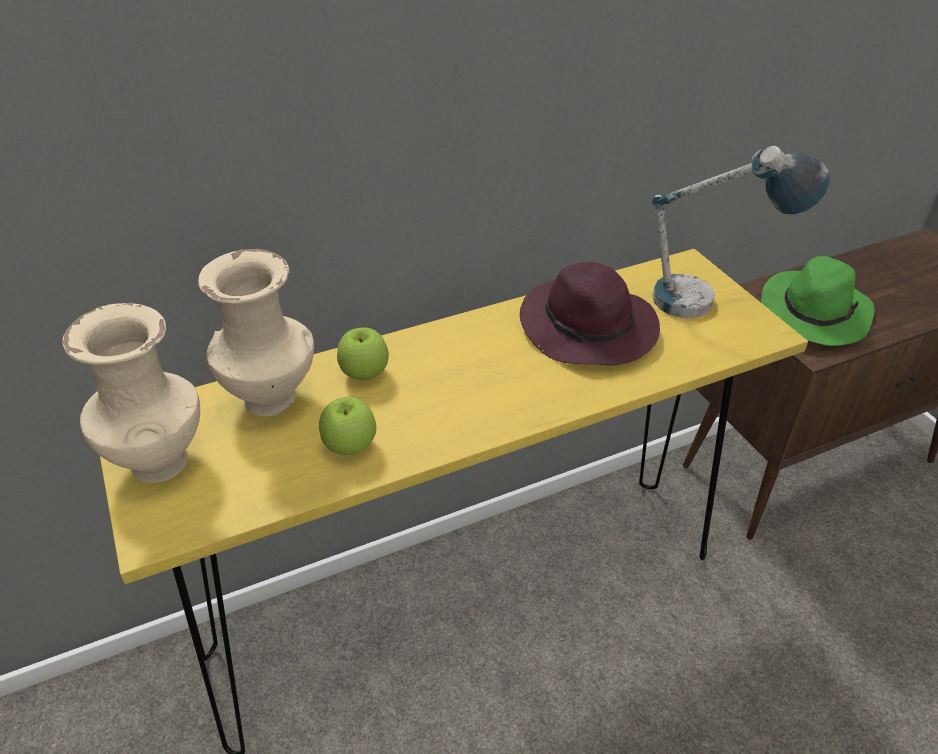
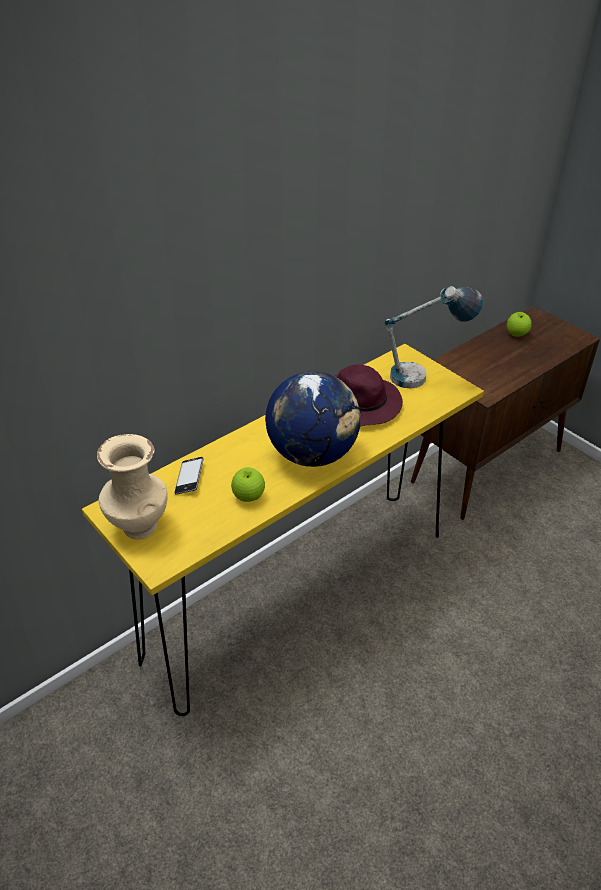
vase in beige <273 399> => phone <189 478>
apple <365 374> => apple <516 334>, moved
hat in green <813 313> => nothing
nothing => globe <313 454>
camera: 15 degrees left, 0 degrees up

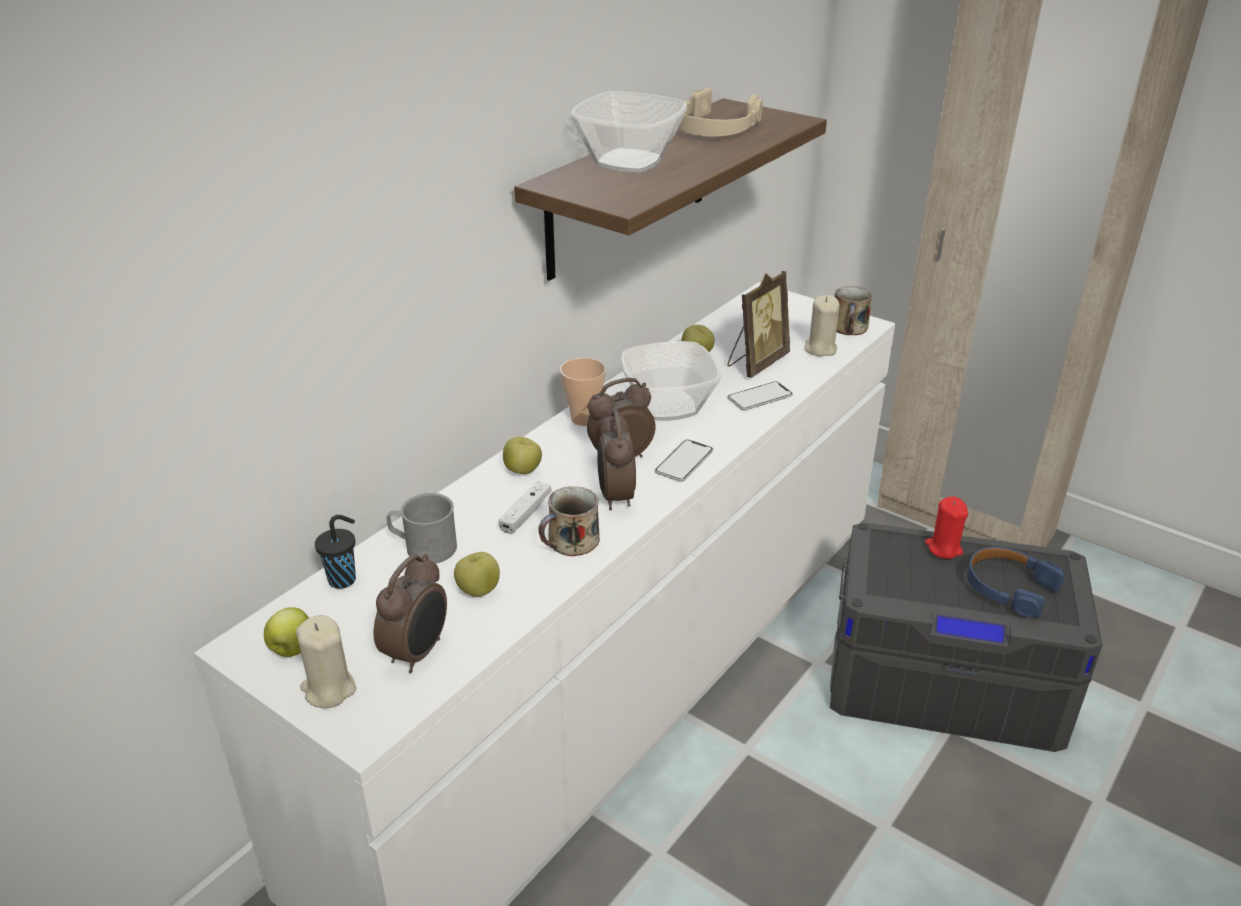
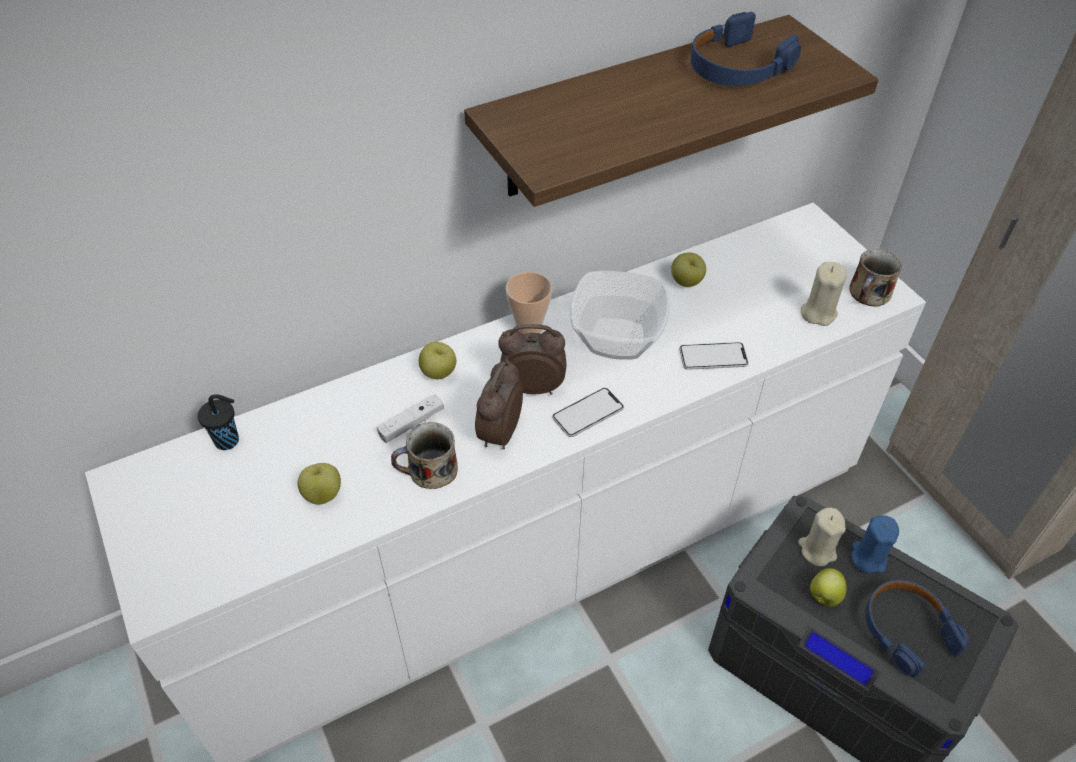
apple <291 649> => apple <824 596>, moved
candle in beige <328 689> => candle in beige <817 550>, moved
alarm clock <418 652> => nothing
mug in grey <423 547> => nothing
bowl <628 161> => nothing
headphones in beige <715 129> => headphones in blue <737 66>
picture frame <756 363> => nothing
candle in red <943 548> => candle in blue <868 557>
camera: 25 degrees right, 15 degrees up

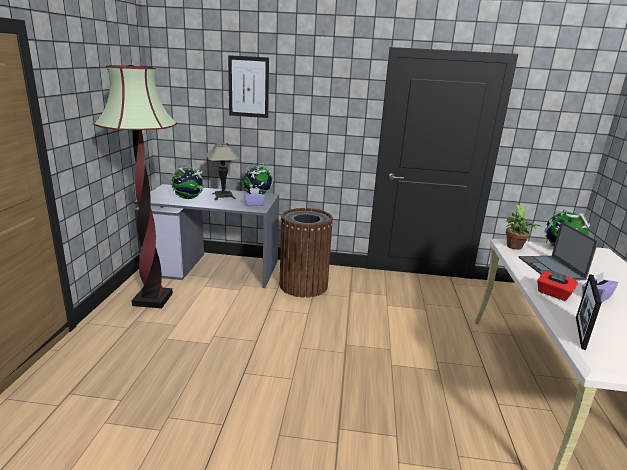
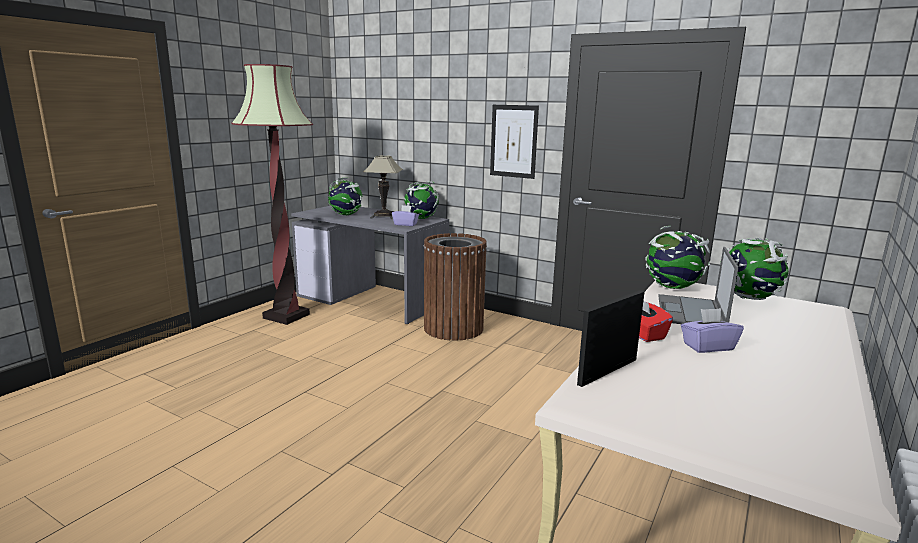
picture <248 87> => picture <513 141>, moved
potted plant <515 247> => globe <672 287>
camera: 25 degrees right, 5 degrees down

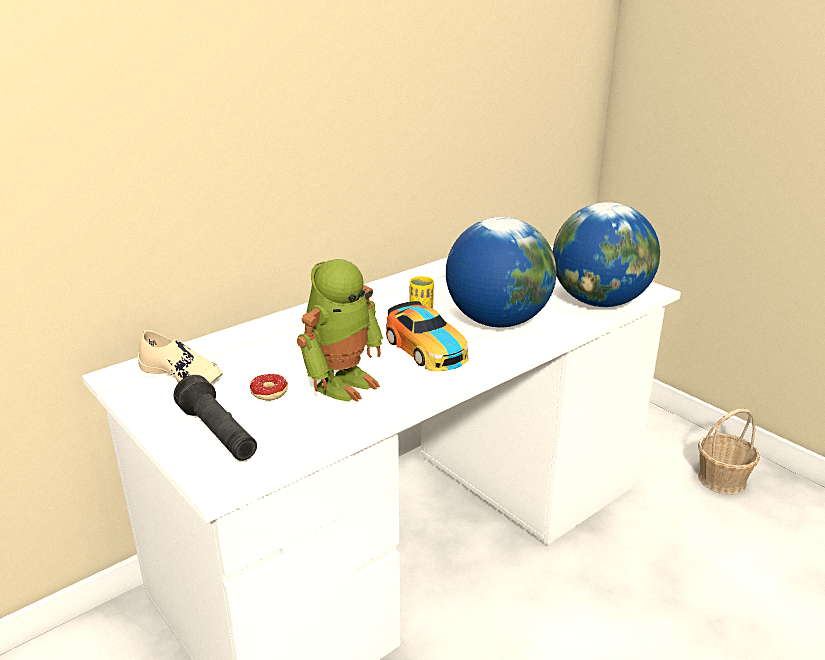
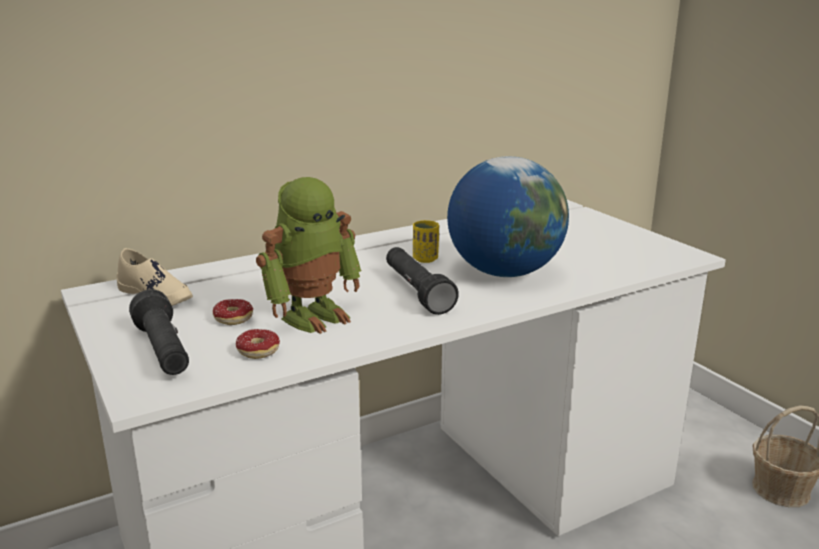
toy car <427 348> => flashlight in black <417 292>
globe <599 302> => nothing
nothing => donut <250 352>
camera: 10 degrees right, 5 degrees down

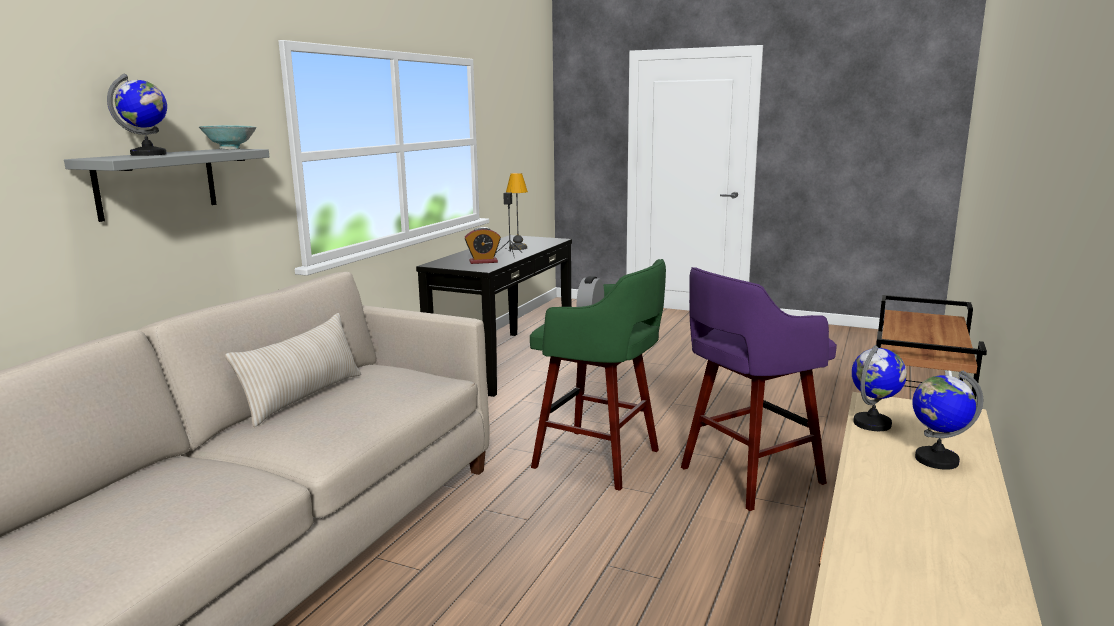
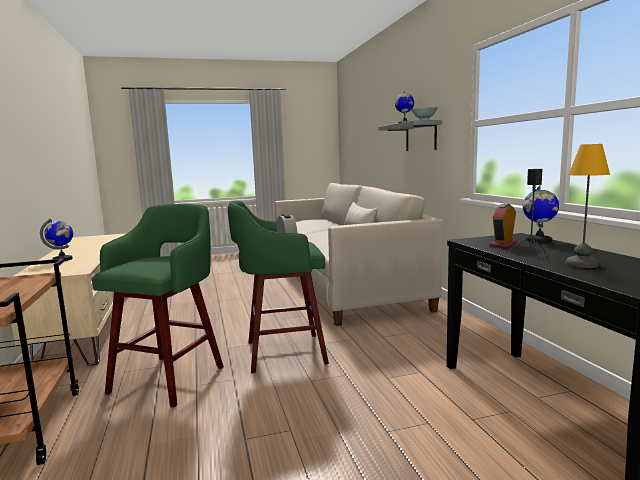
stool in purple <747 476> => stool in green <170 378>
globe <872 424> => globe <539 241>, moved
camera: 140 degrees right, 5 degrees down

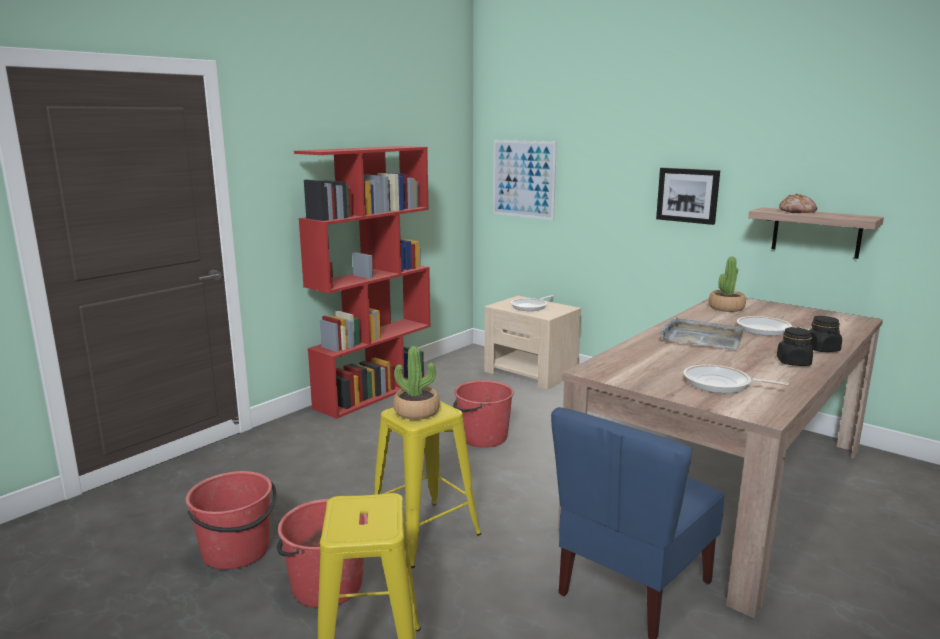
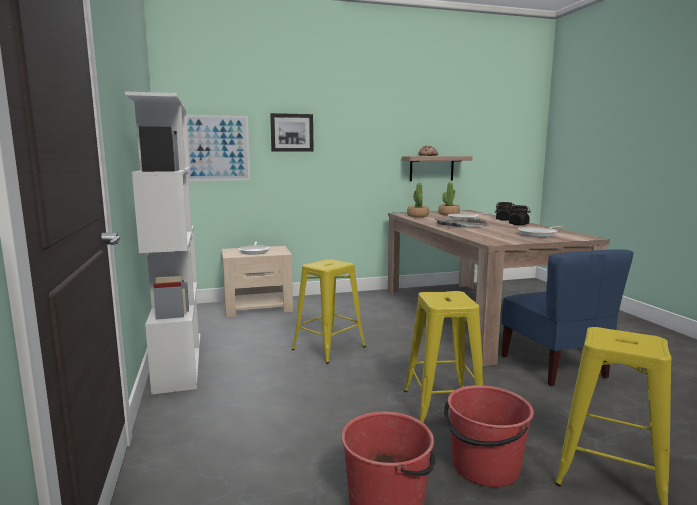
bookcase in red <374 392> => bookcase in white <178 360>
potted plant <416 412> => potted plant <448 214>, moved
bucket in red <482 437> => stool in yellow <329 348>
picture <688 195> => picture <291 132>, moved
camera: 55 degrees left, 5 degrees down

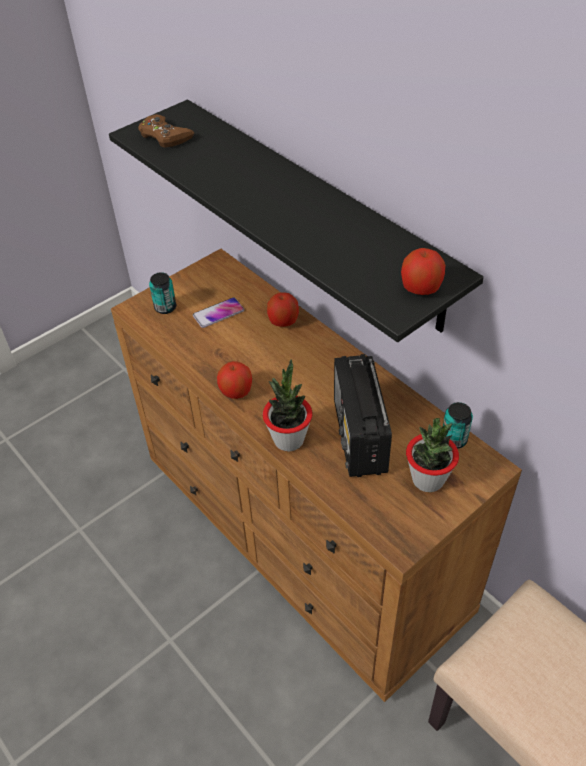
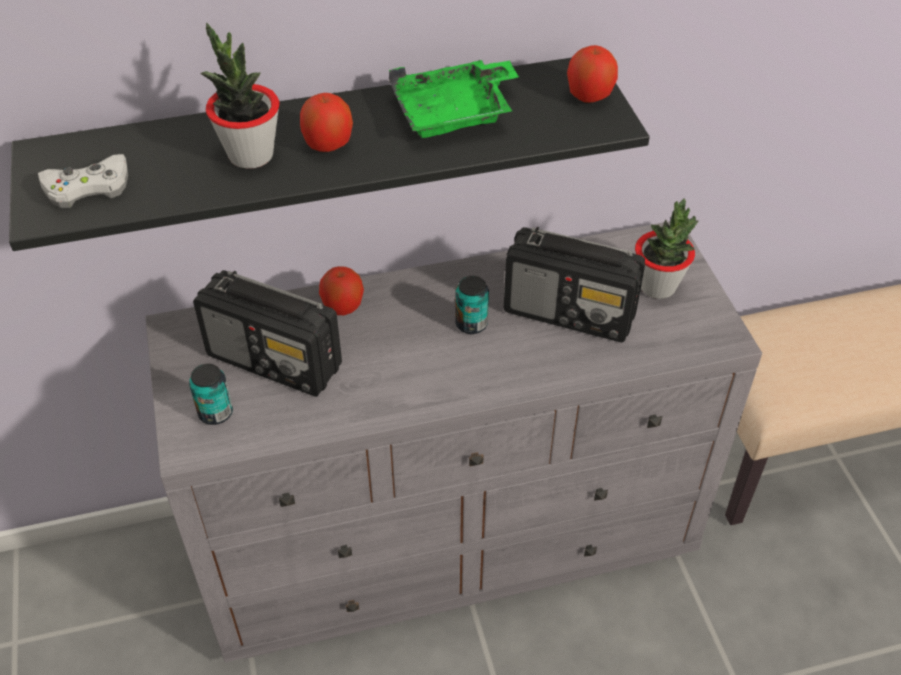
dresser in brown <303 536> => dresser in grey <453 538>
game controller in brown <165 136> => game controller in white <87 188>
phone <218 313> => radio <275 361>
apple <236 392> => apple <328 145>, moved
potted plant <288 439> => potted plant <250 155>, moved
can <454 439> => can <471 324>, moved
nothing => tray in green <454 113>
camera: 65 degrees left, 0 degrees up

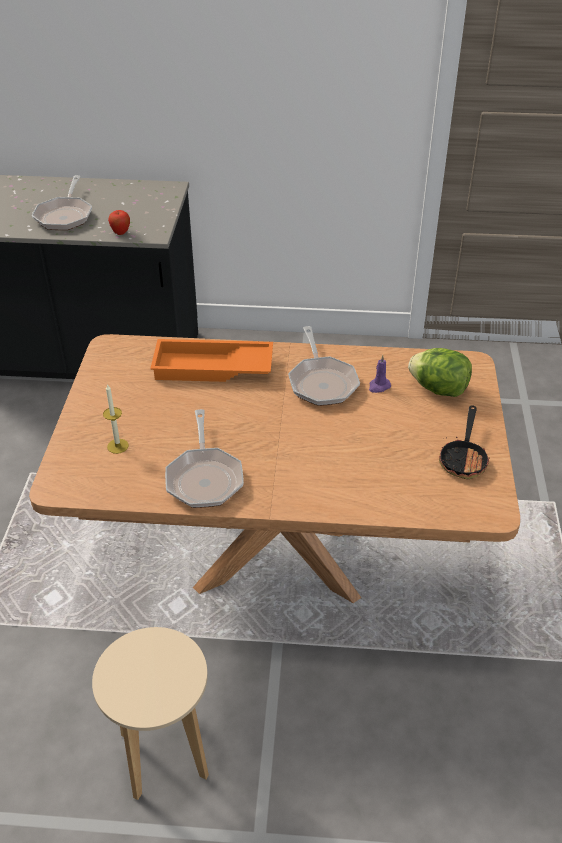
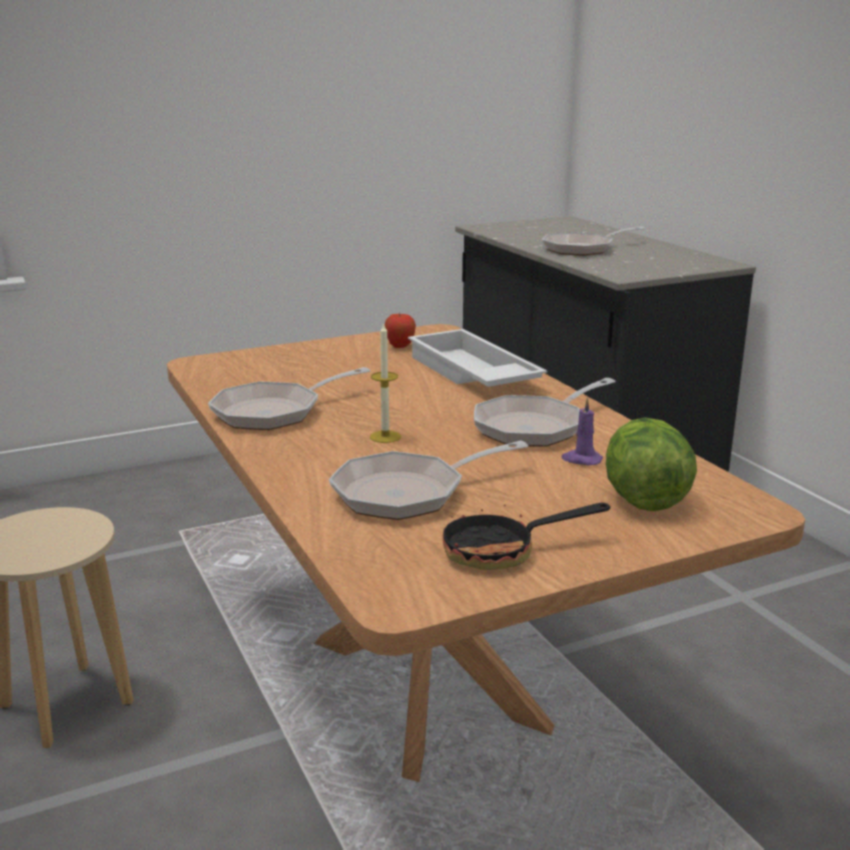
candle <118 446> => candle <385 436>, moved
apple <121 233> => apple <400 347>, moved
tray in orange <212 368> => tray in white <470 374>
nothing => frying pan <408 493>
camera: 60 degrees right, 20 degrees down

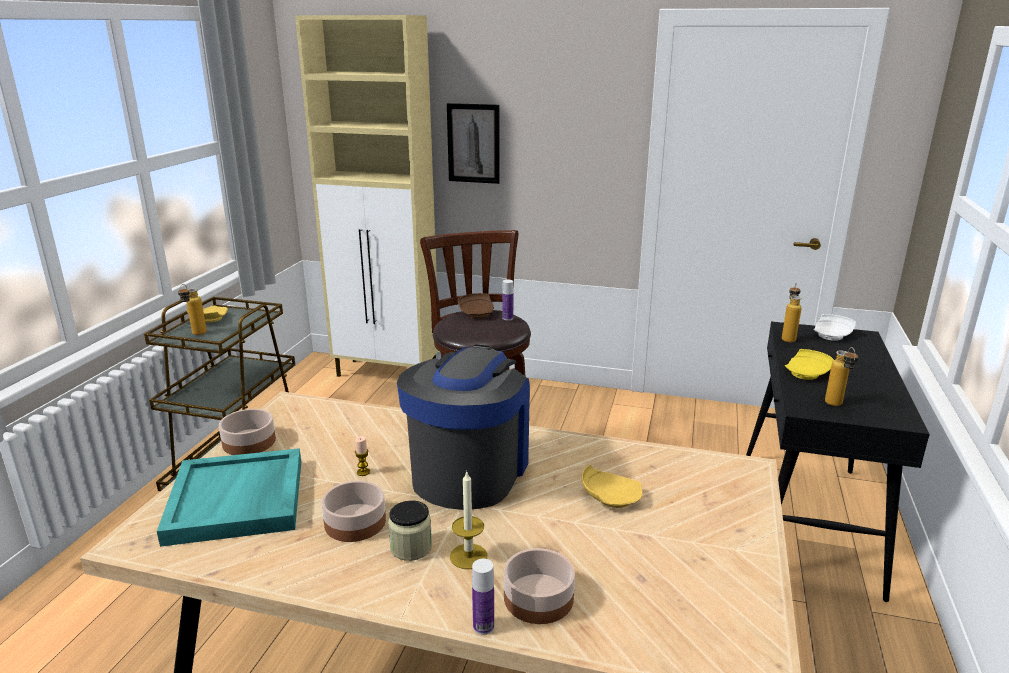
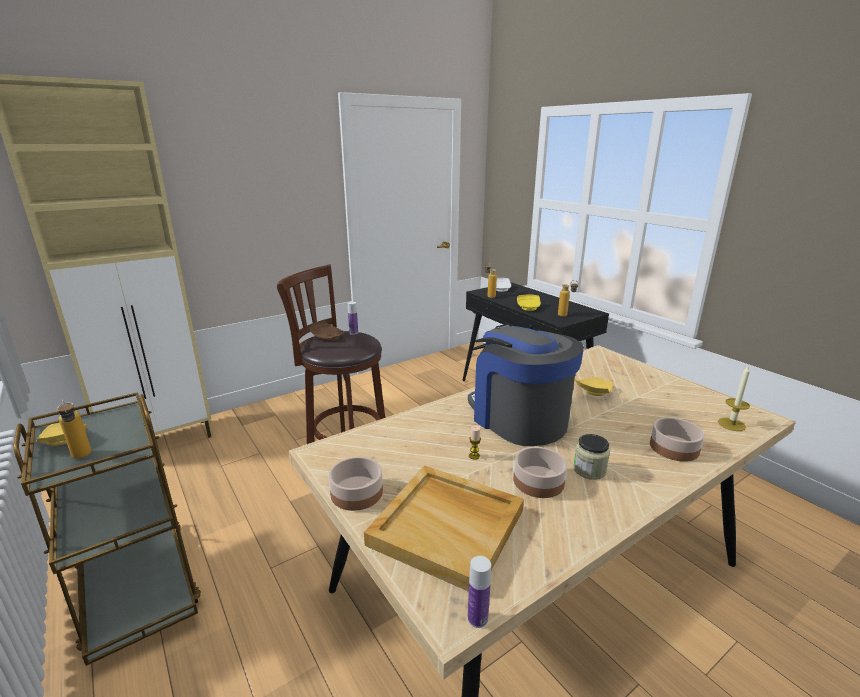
tray in turquoise <238 500> => tray in beige <448 527>
picture <473 143> => nothing
candle <468 556> => candle <731 424>, moved
bottle <483 626> => bottle <477 618>, moved
camera: 50 degrees left, 0 degrees up

